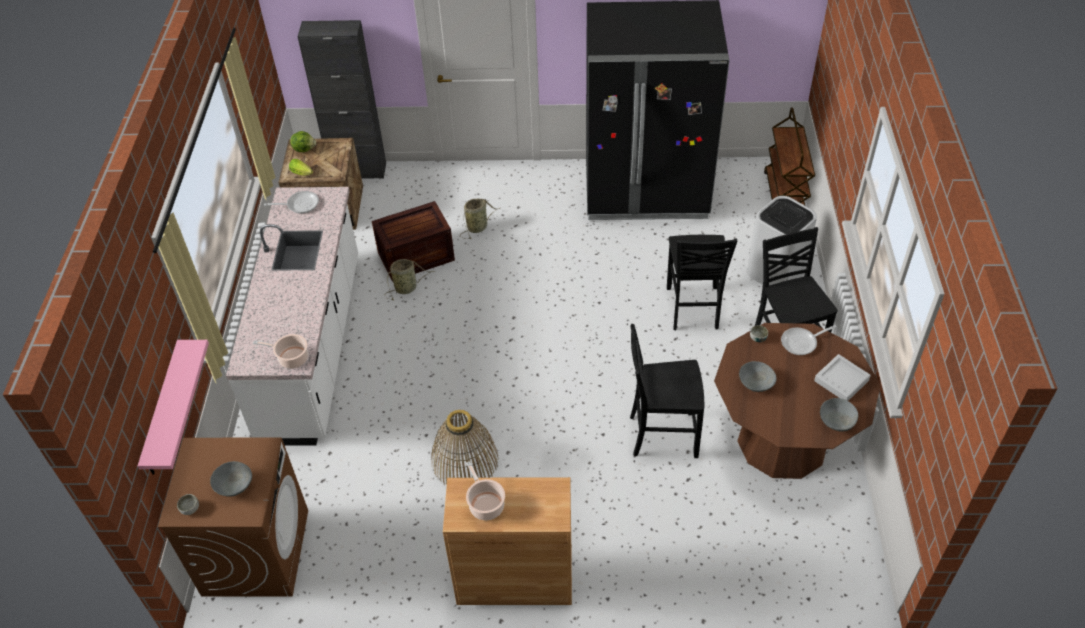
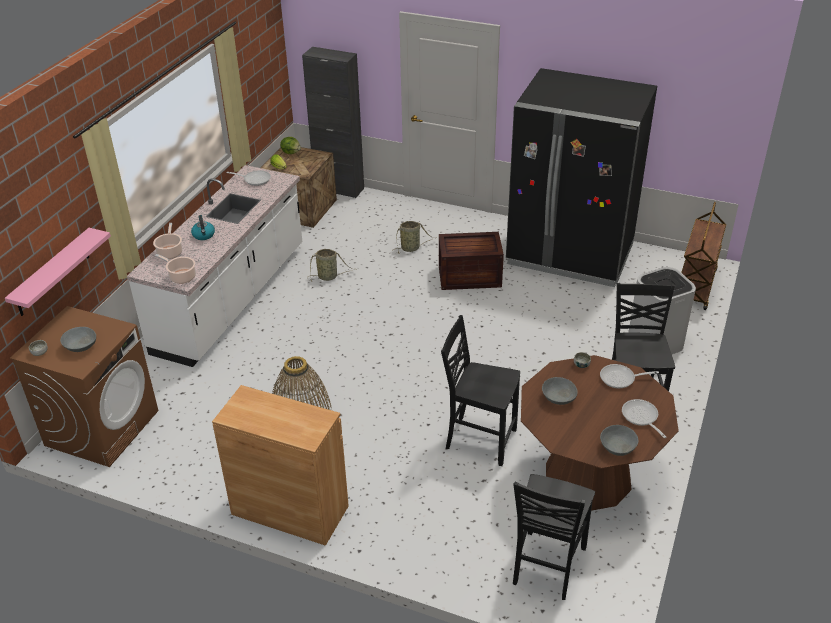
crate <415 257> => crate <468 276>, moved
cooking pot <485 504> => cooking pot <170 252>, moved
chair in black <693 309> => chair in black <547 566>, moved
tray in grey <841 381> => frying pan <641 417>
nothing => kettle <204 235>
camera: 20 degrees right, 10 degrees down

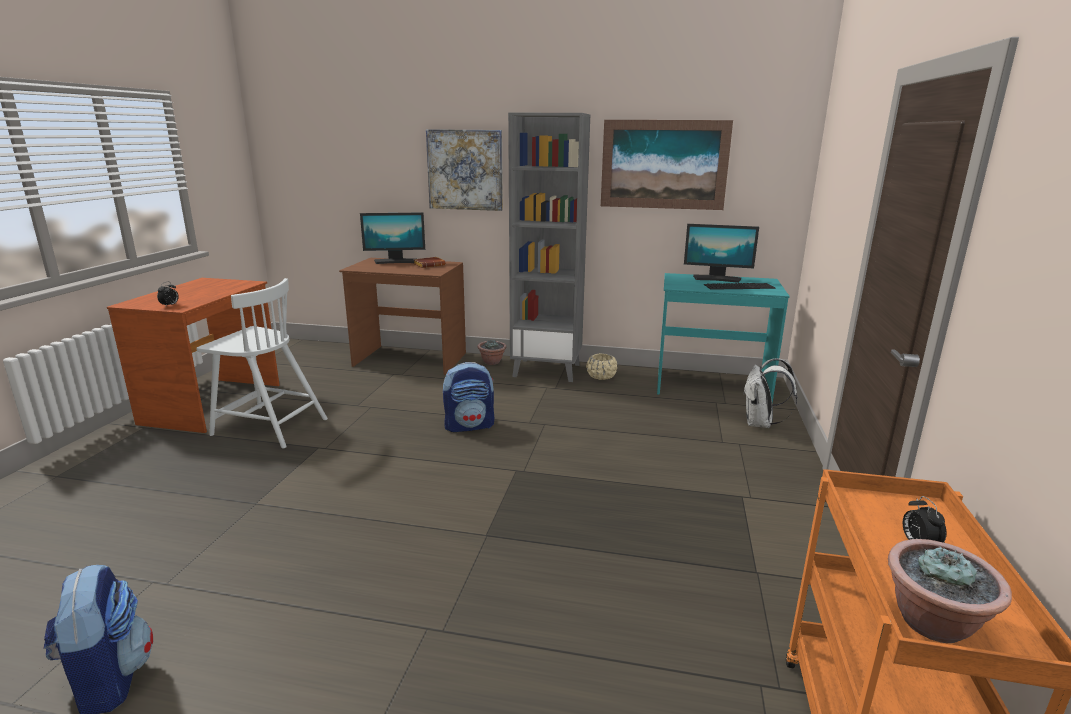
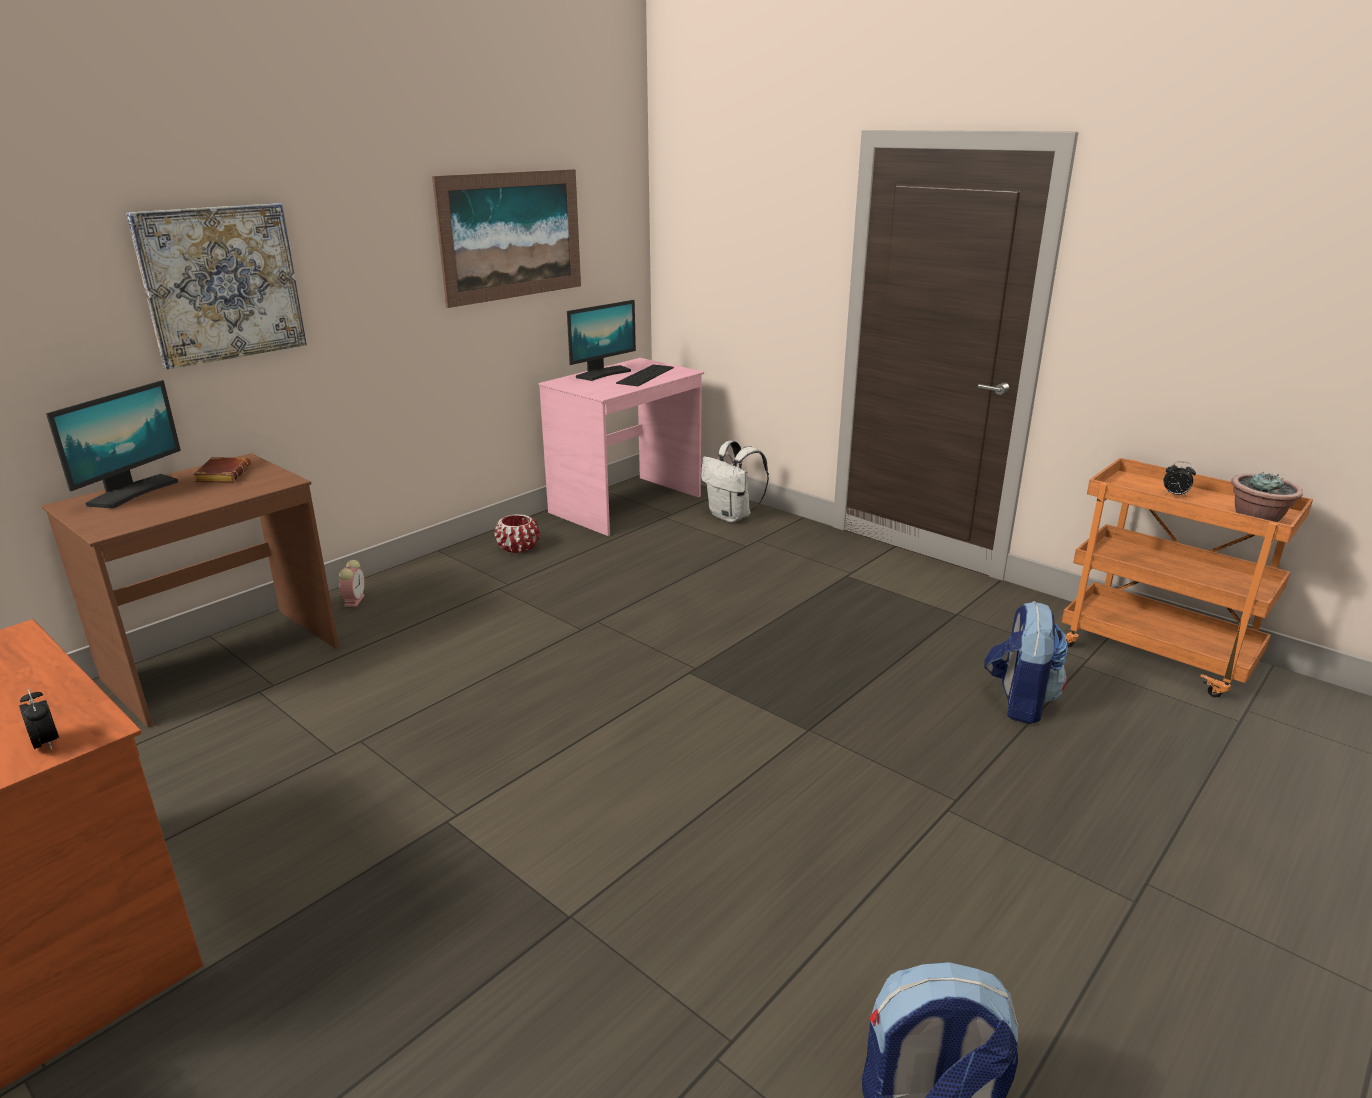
chair in white <268 426> => nothing
backpack <469 426> => backpack <1019 701>, moved
potted plant <492 362> => alarm clock <354 600>
bookcase in grey <547 370> => nothing
planter in beige <601 376> => planter in red <518 547>
desk in turquoise <711 386> => desk in pink <627 505>
camera: 60 degrees left, 5 degrees up

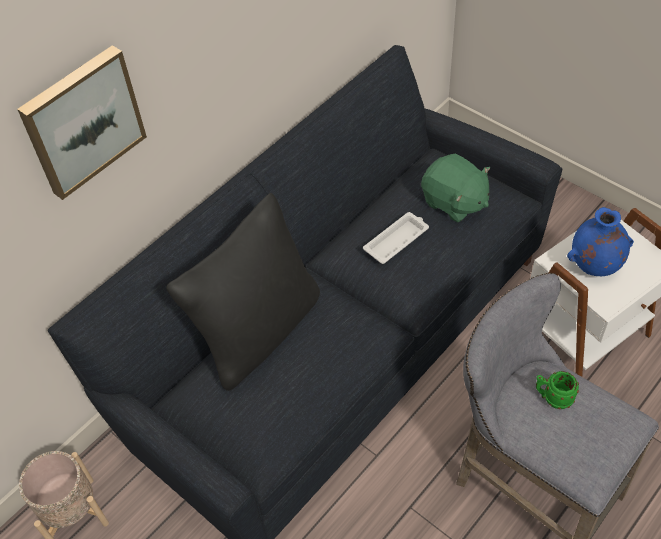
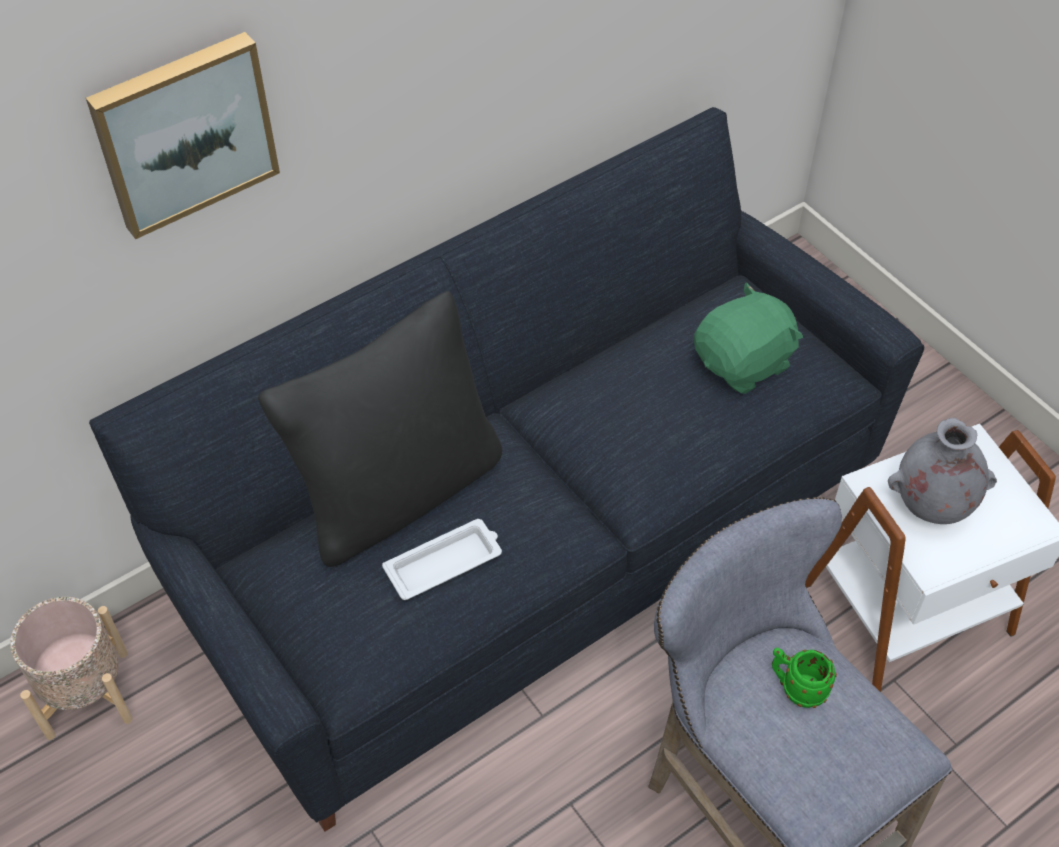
tray in white <397 240> => tray in white <445 563>, moved
plush toy in green <454 202> => plush toy in green <744 363>, 90 degrees counterclockwise
vase in blue <594 267> => vase in grey <930 507>
camera: 10 degrees right, 0 degrees up

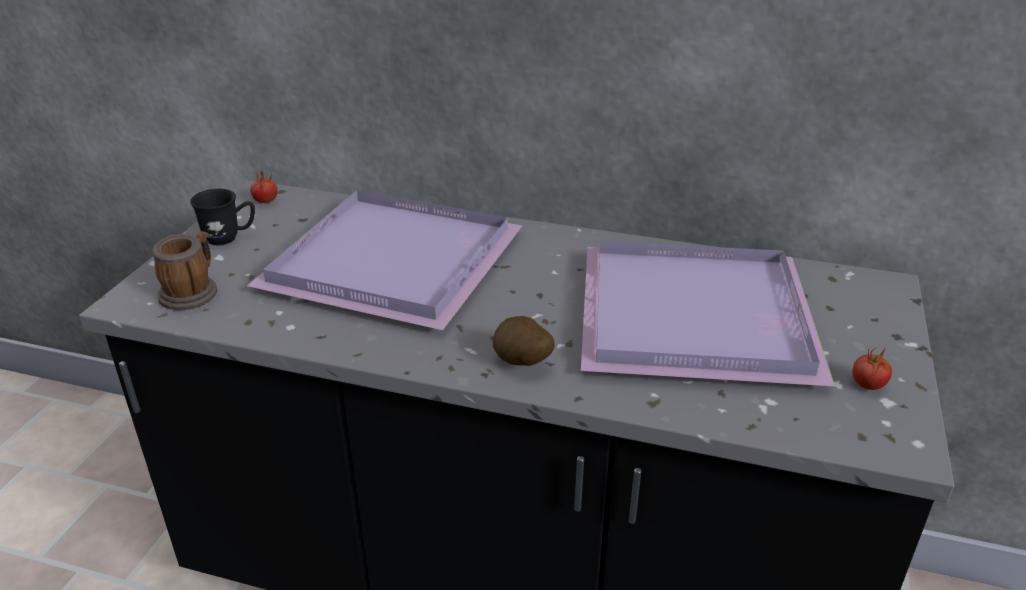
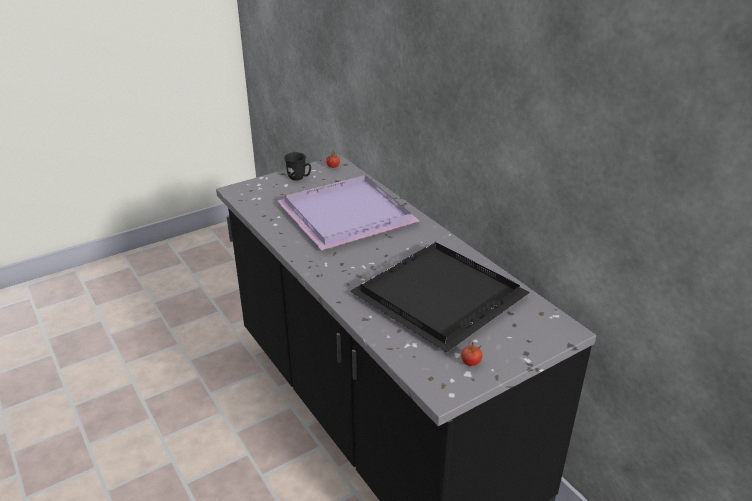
mug <192 291> => nothing
potato <521 364> => nothing
tray in purple <700 320> => tray in black <439 298>
camera: 40 degrees right, 0 degrees up

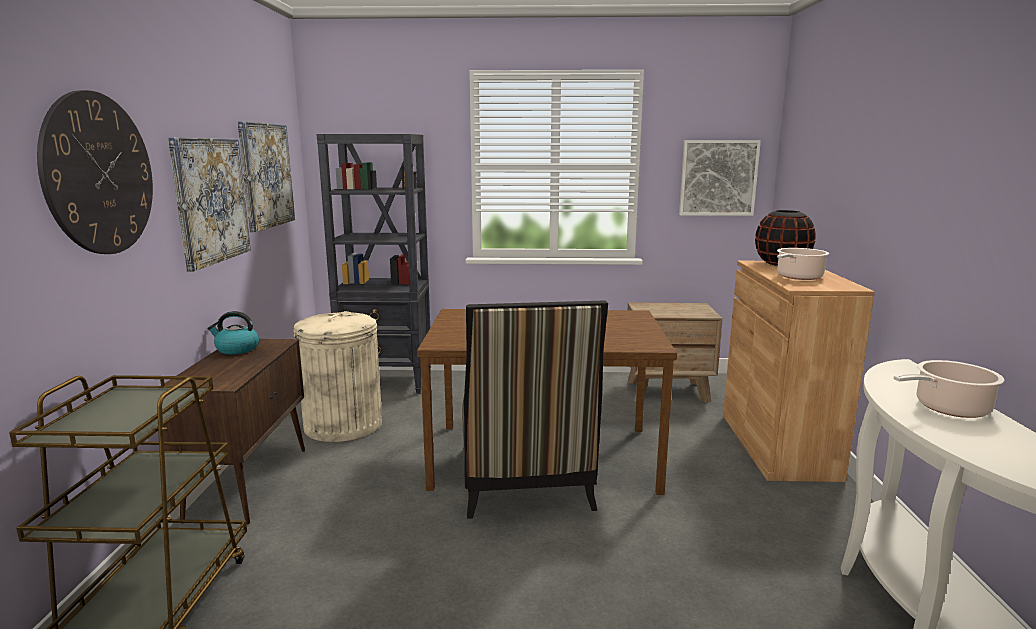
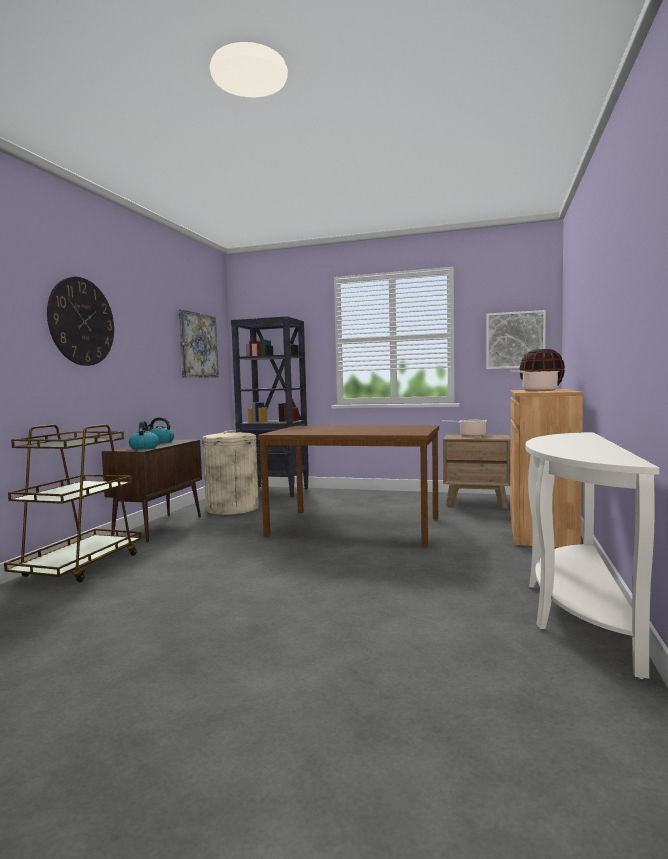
picture <210 200> => nothing
chair <525 482> => nothing
cooking pot <948 408> => cooking pot <470 435>, moved
nothing => kettle <144 447>
camera: 15 degrees right, 10 degrees down

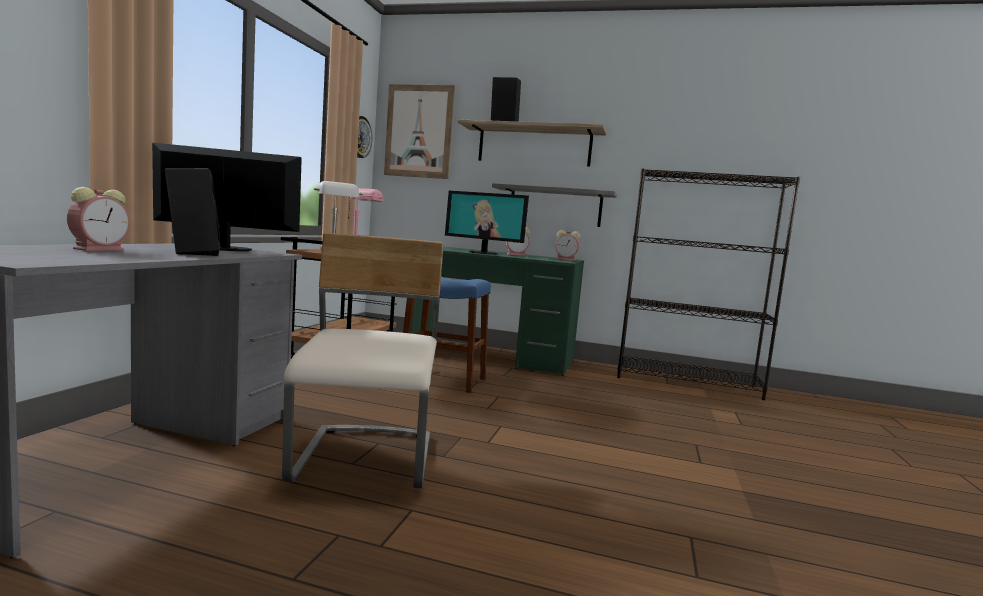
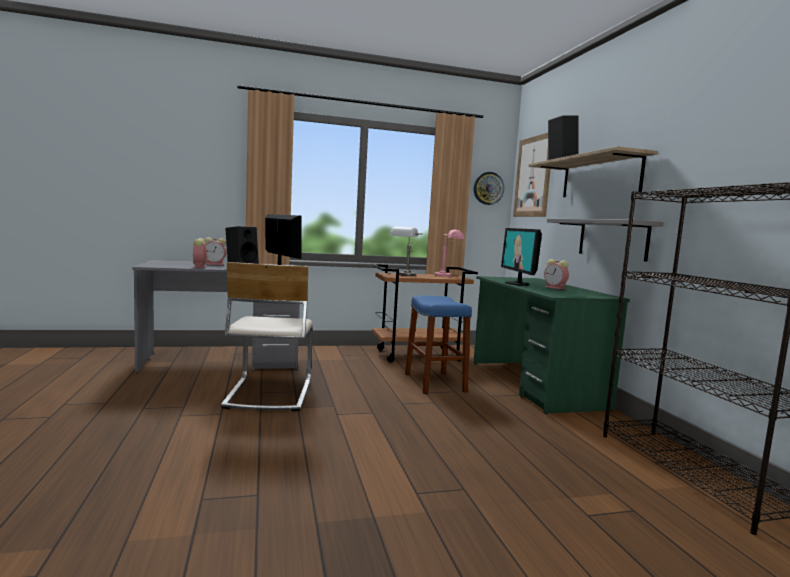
chair in beige <367 460> => chair in beige <268 394>, 120 degrees clockwise
alarm clock <566 259> => alarm clock <199 267>, moved
camera: 60 degrees right, 0 degrees up

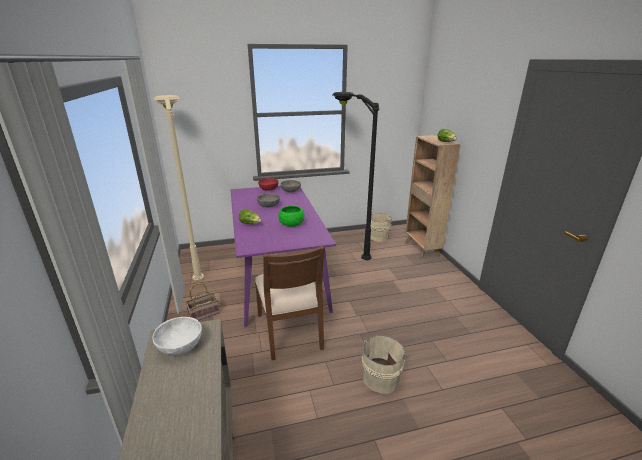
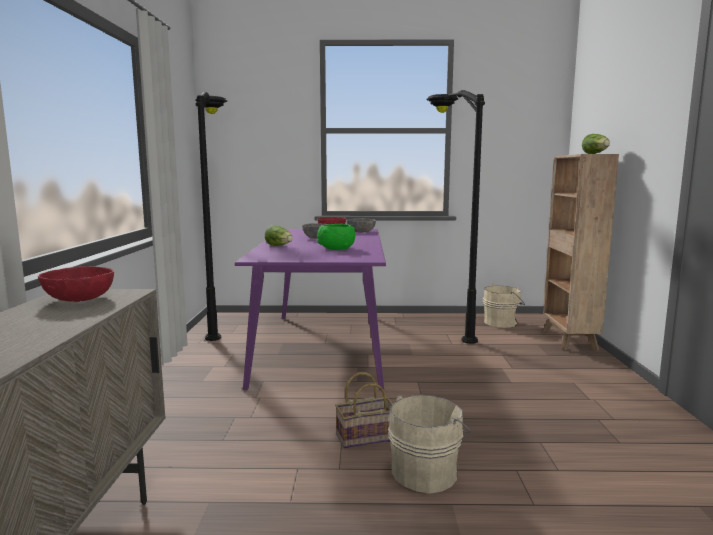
bowl in white <180 346> => bowl in red <79 299>
floor lamp in beige <195 261> => floor lamp in black <219 324>
basket <204 313> => basket <367 436>, moved
chair in brown <290 331> => nothing
camera: 15 degrees right, 15 degrees down

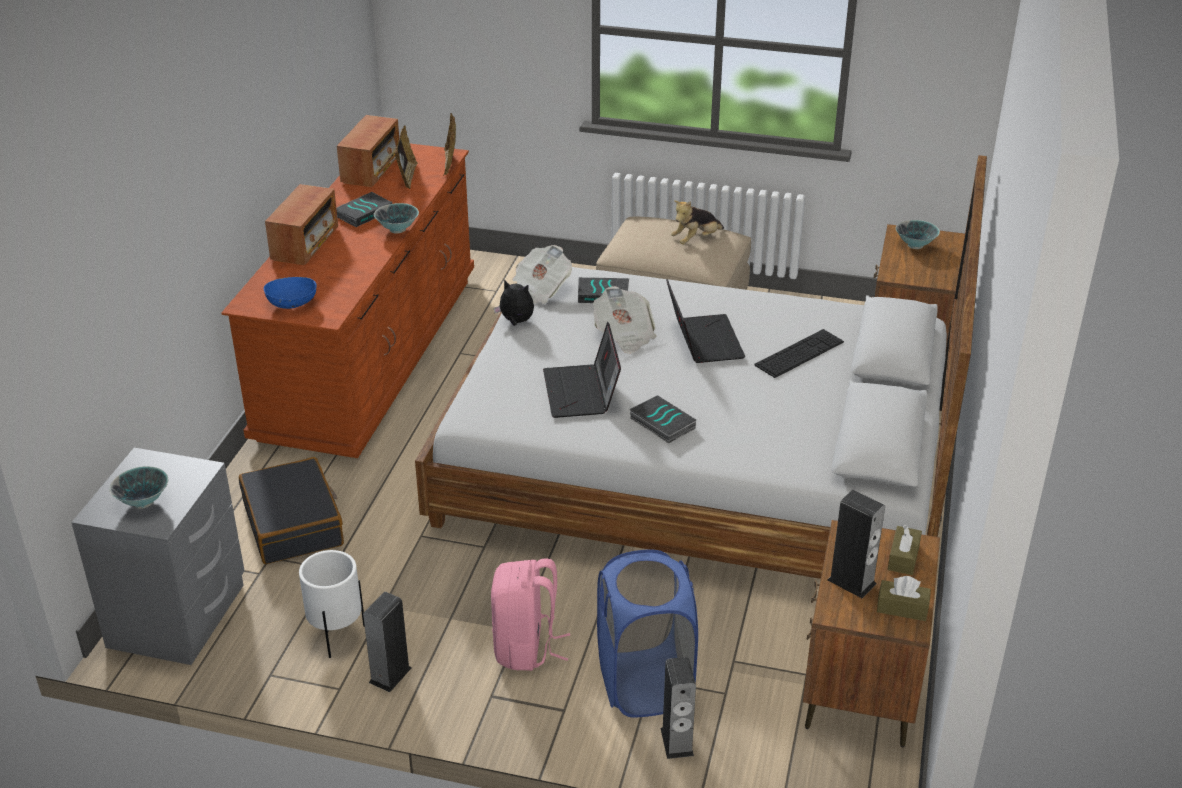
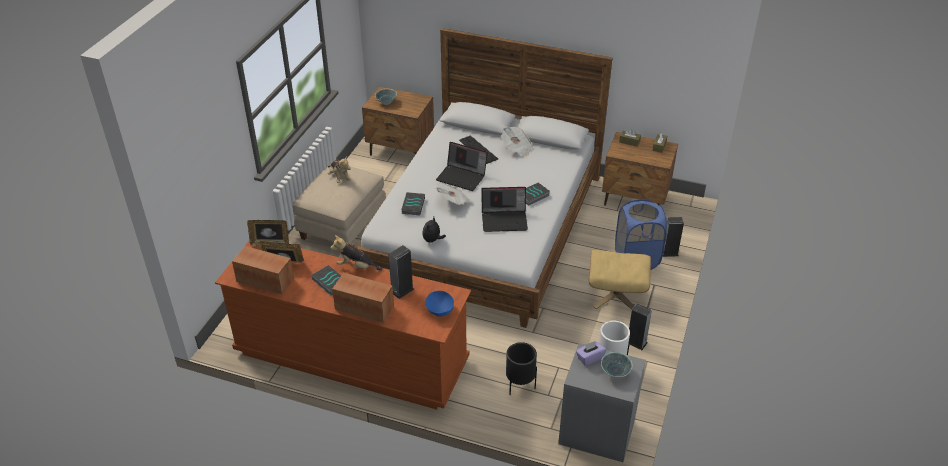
suitcase in black <294 524> => planter in black <519 386>
bowl <398 230> => plush toy <356 267>
backpack in pink <526 648> => ottoman in beige <616 295>
newspaper <539 290> => newspaper <517 149>, moved
laptop <702 340> => laptop <462 177>, 150 degrees counterclockwise
speaker <851 582> => speaker <402 290>, moved
nothing => tissue box in purple <589 358>
camera: 85 degrees left, 5 degrees up

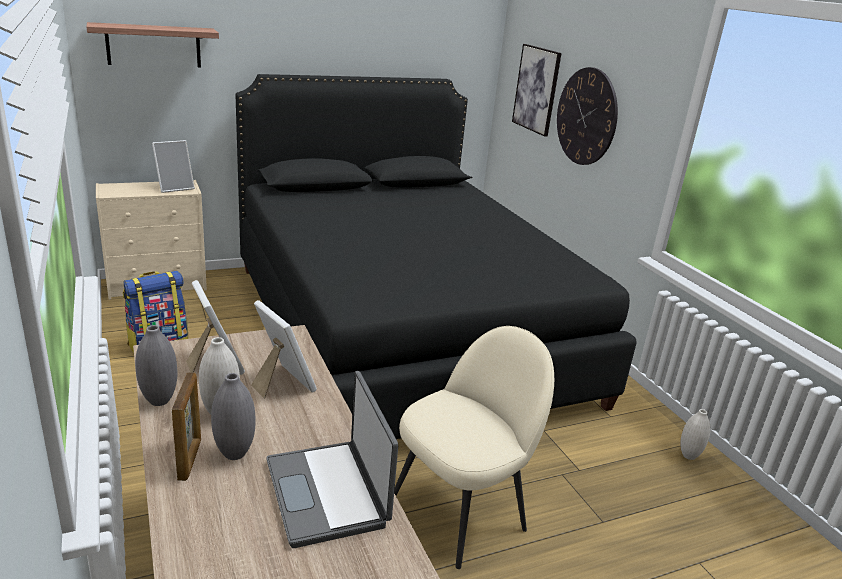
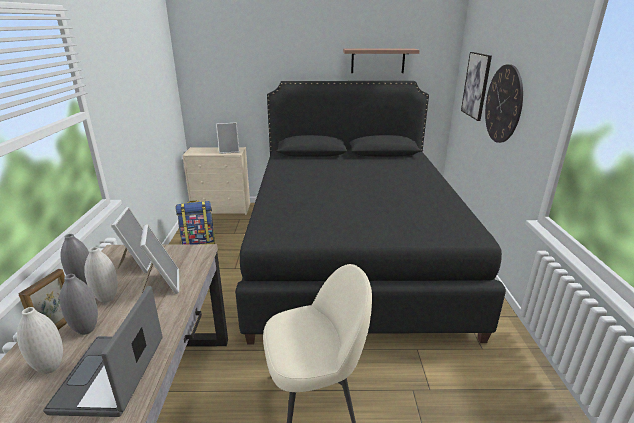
shelf <153 45> => shelf <378 61>, moved
vase in white <688 456> => vase in white <50 368>, moved
camera: 25 degrees right, 0 degrees up

